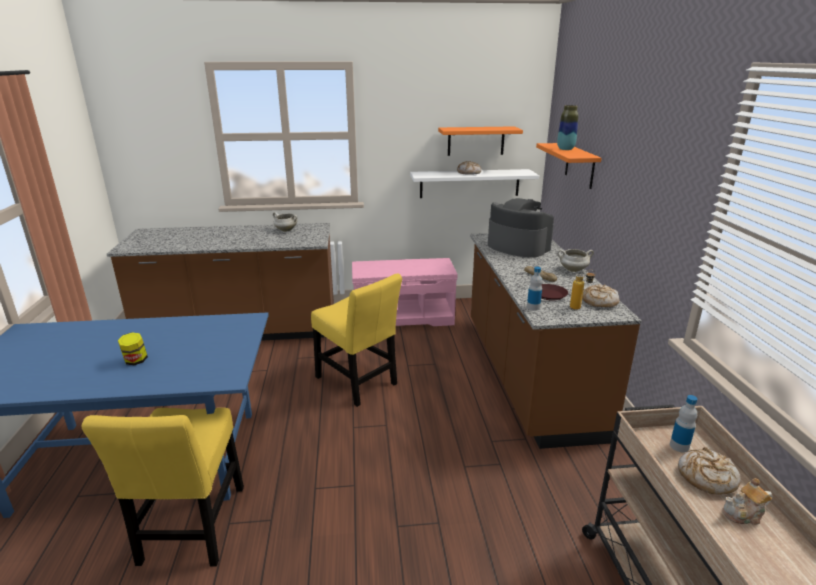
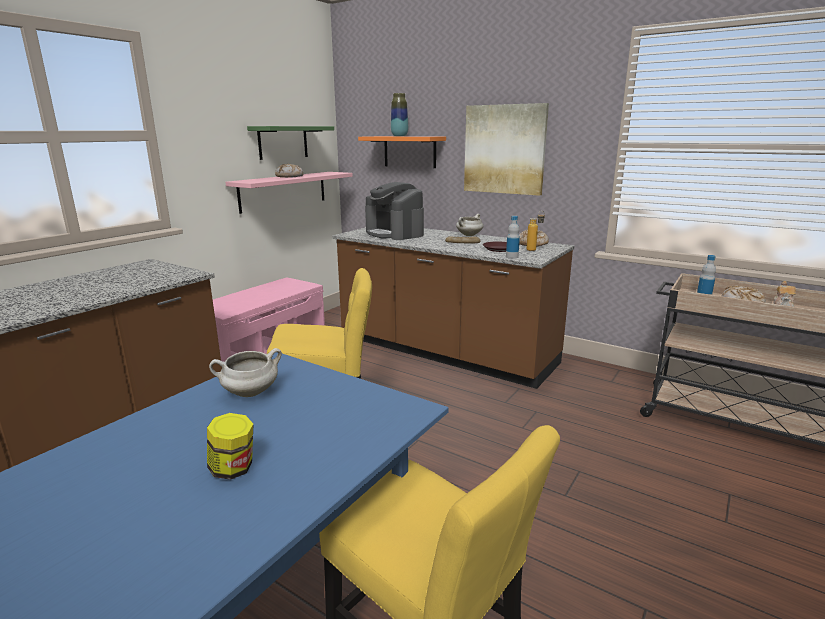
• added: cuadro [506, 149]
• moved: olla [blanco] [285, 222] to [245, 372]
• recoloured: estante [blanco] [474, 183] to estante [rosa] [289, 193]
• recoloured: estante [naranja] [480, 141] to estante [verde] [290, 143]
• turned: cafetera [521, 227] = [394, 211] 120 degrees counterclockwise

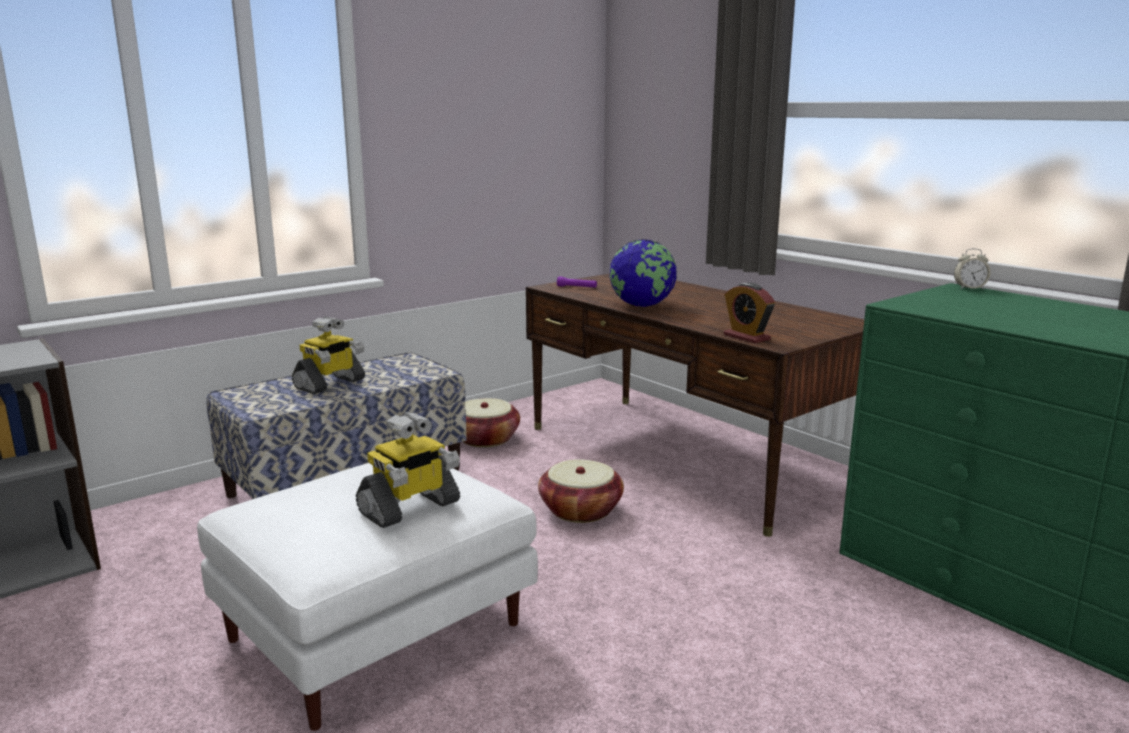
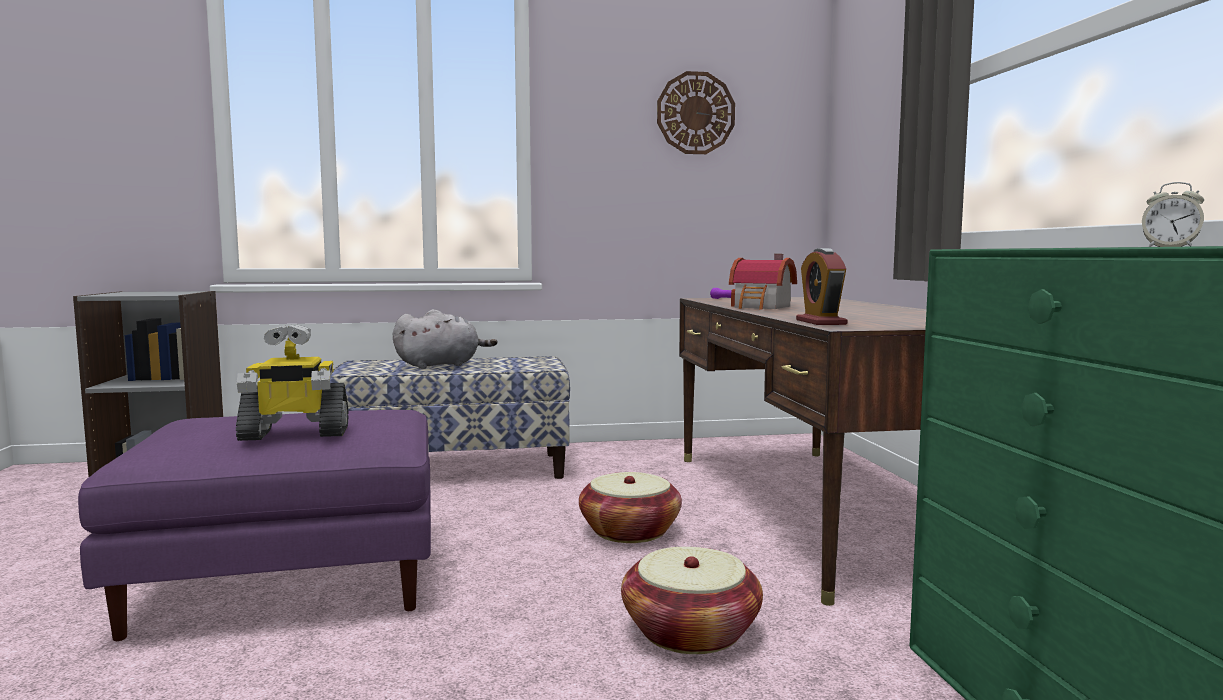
• added: reloj de pared [696, 112]
• moved: cesta [491, 422] to [692, 600]
• replaced: robot de juguete [328, 355] to peluche [gris] [445, 339]
• replaced: globo terráqueo [643, 273] to casita [763, 282]
• recoloured: puf [blanco] [367, 597] to puf [morado] [254, 525]

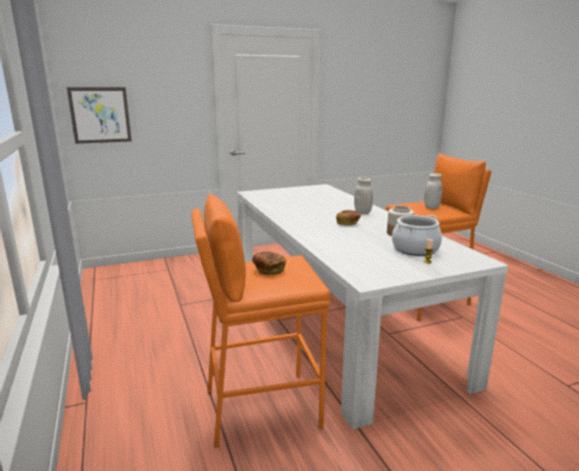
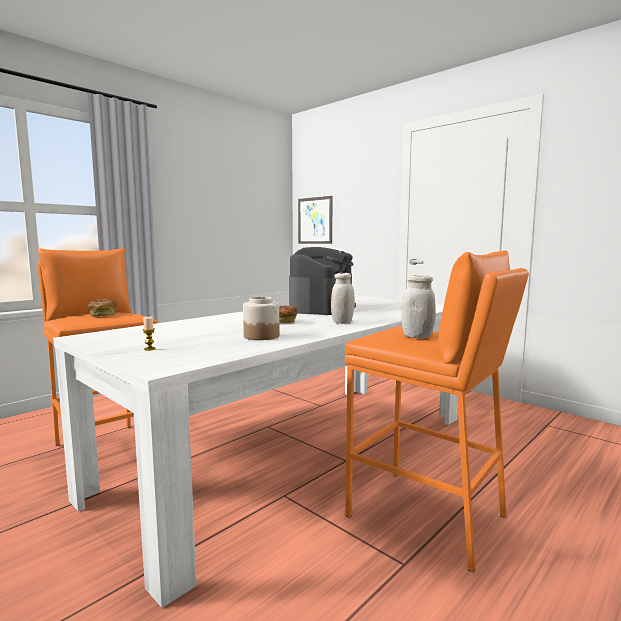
• removed: olla [417, 235]
• added: cafetera [322, 281]

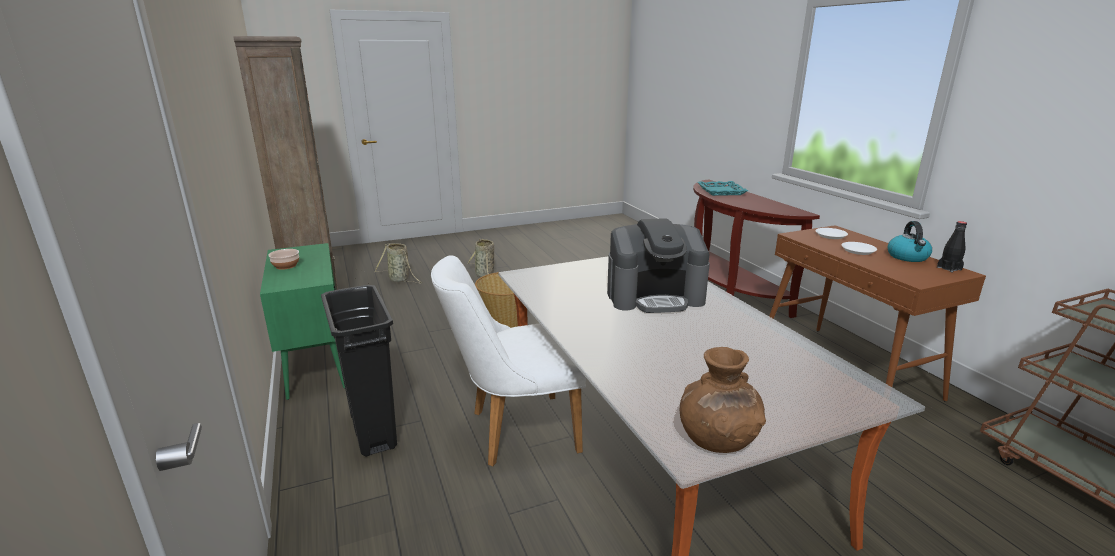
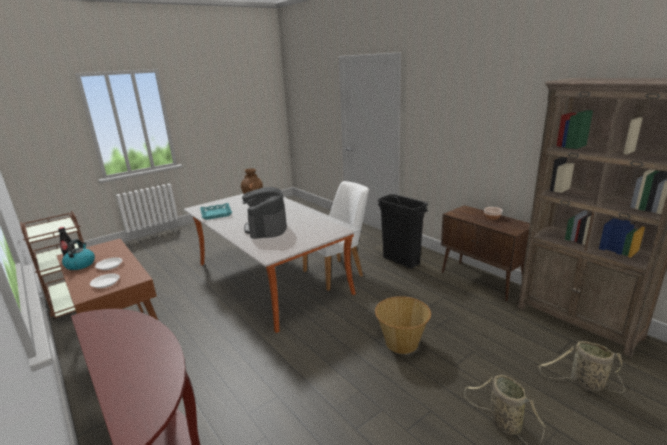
• moved: bandeja [turquesa] [723, 188] to [216, 211]
• recoloured: armario [verde] [302, 321] to armario [marrón] [485, 253]
• turned: cafetera [658, 265] = [264, 213] 75 degrees counterclockwise

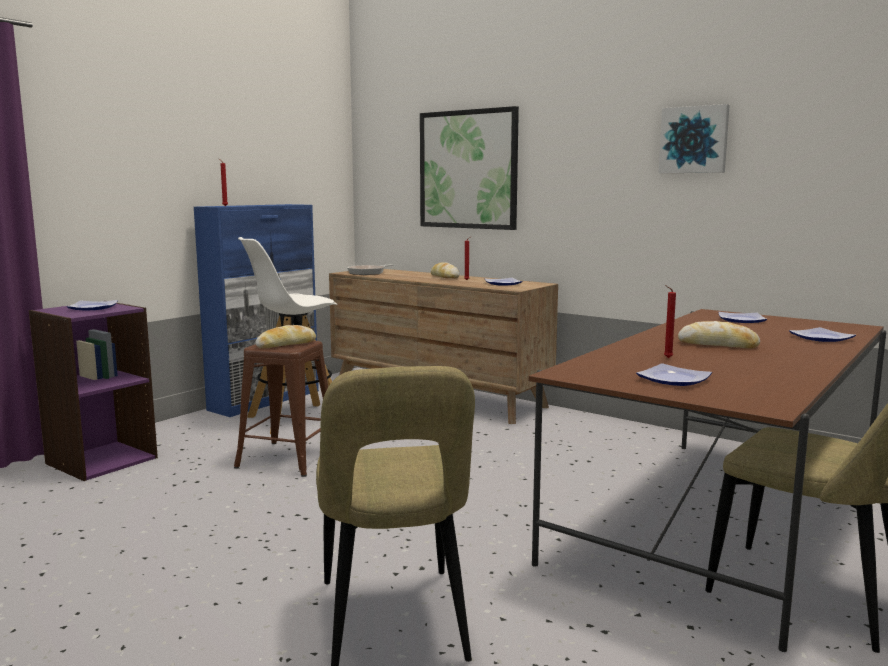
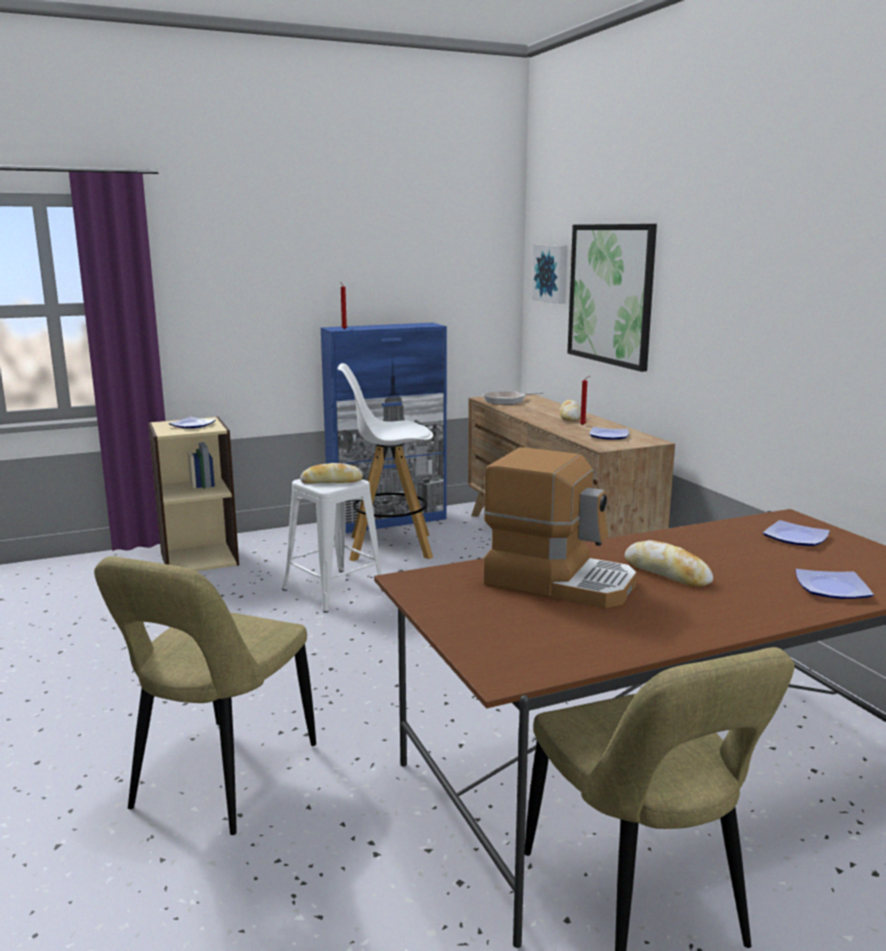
• removed: plato [674, 374]
• moved: cuadro [694, 138] to [550, 274]
• replaced: vela [rojo] [670, 321] to cafetera [560, 528]
• recoloured: estantería [morado] [93, 392] to estantería [beis] [193, 494]
• recoloured: taburete [marrón] [281, 409] to taburete [blanco] [332, 546]

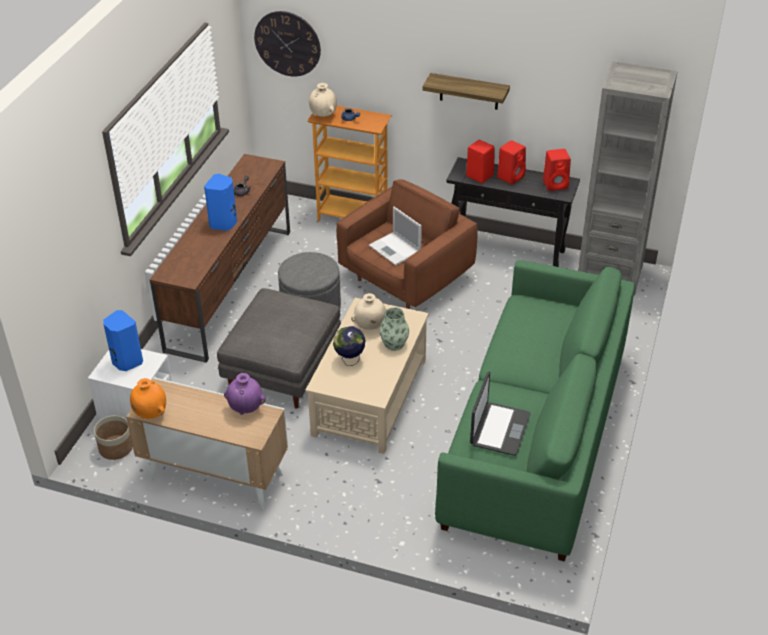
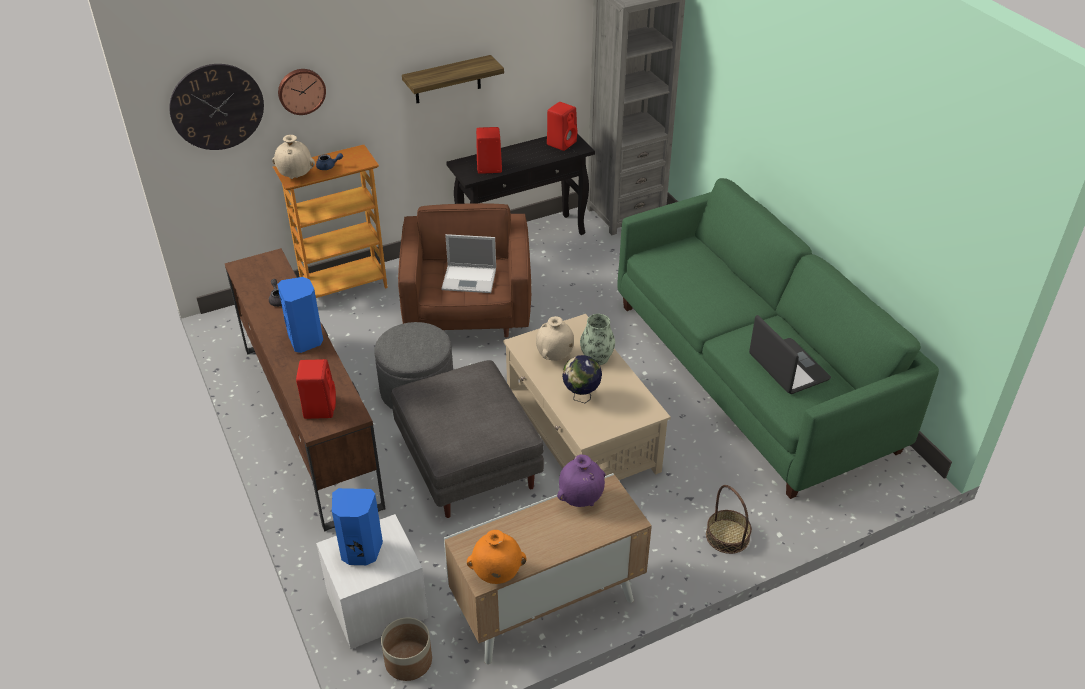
• added: reloj de pared [302, 92]
• added: cesta [729, 519]
• moved: altavoz [rojo] [511, 162] to [316, 389]

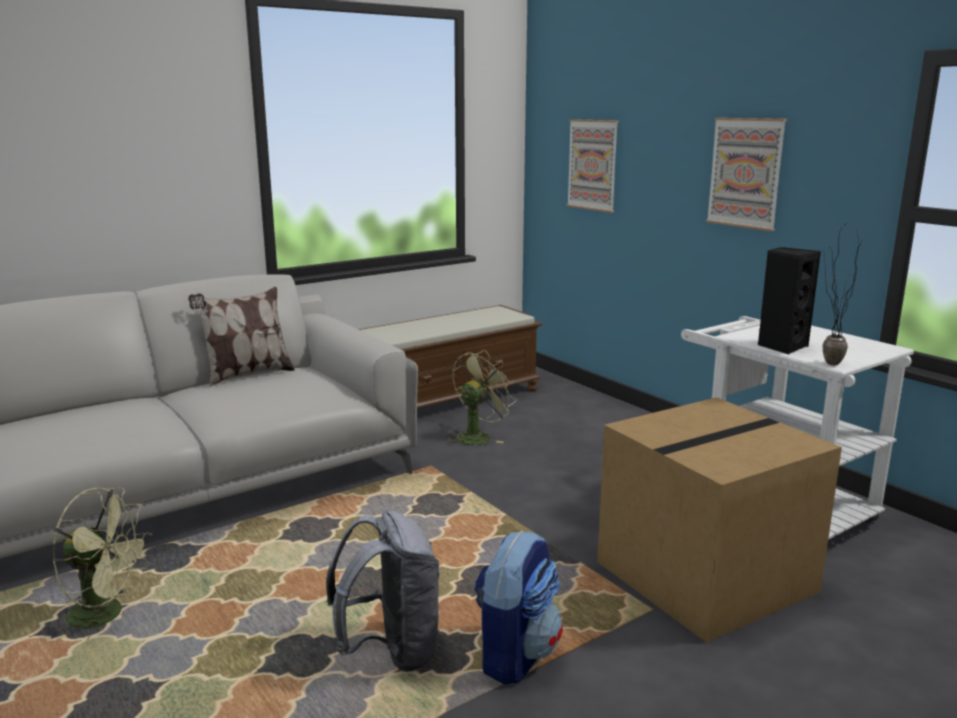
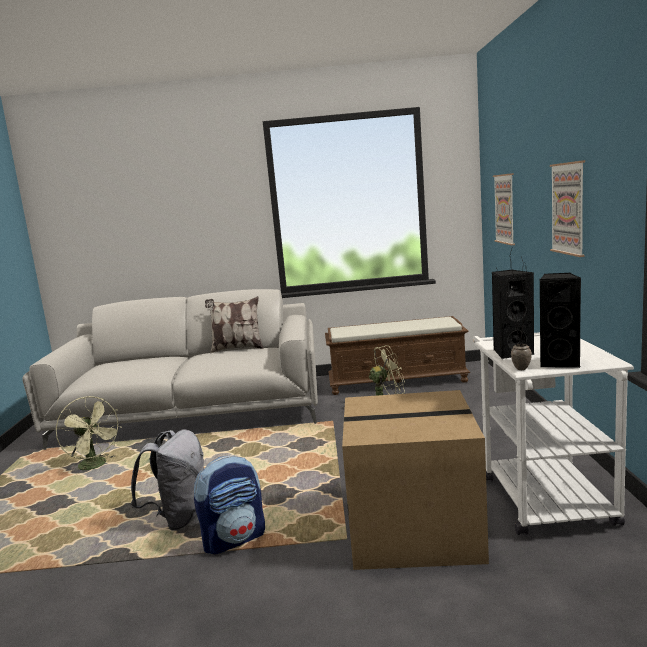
• added: altavoz [negro] [560, 320]

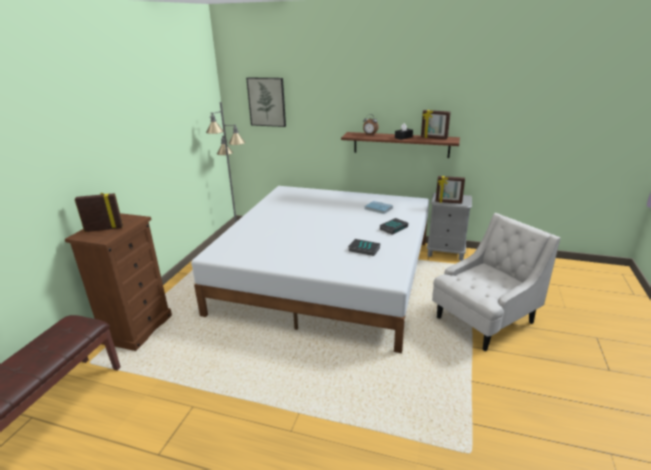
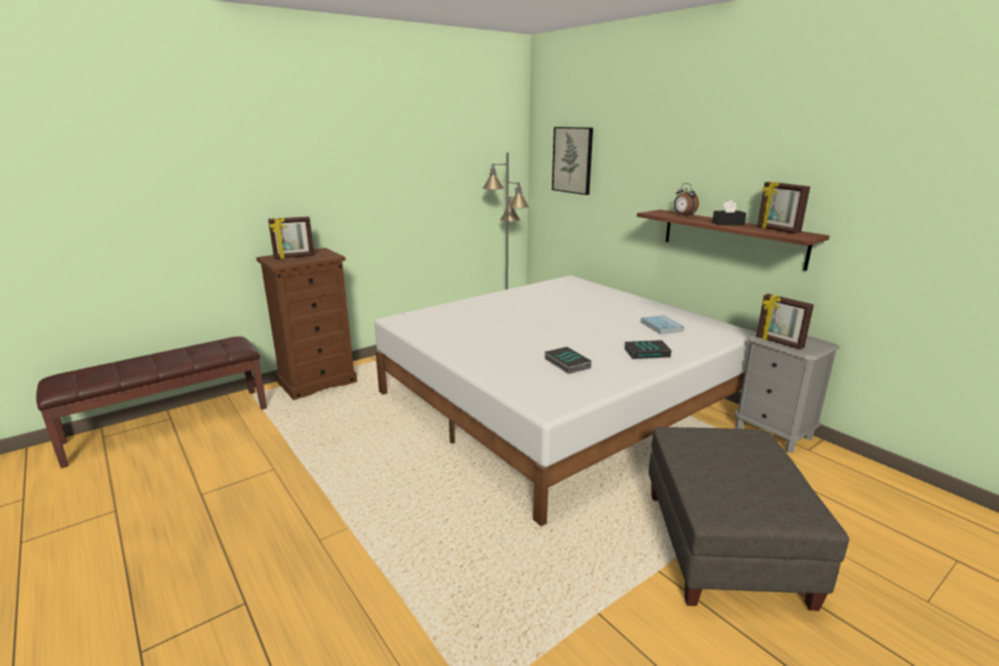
• replaced: sillón [blanco] [496, 282] to puf [gris] [749, 519]
• turned: portarretratos [99, 212] = [291, 237] 135 degrees clockwise

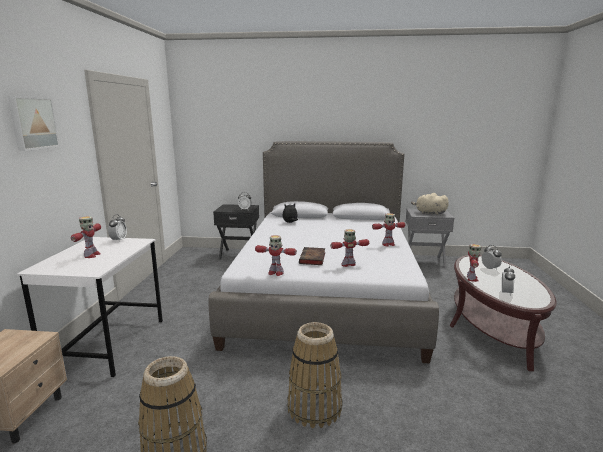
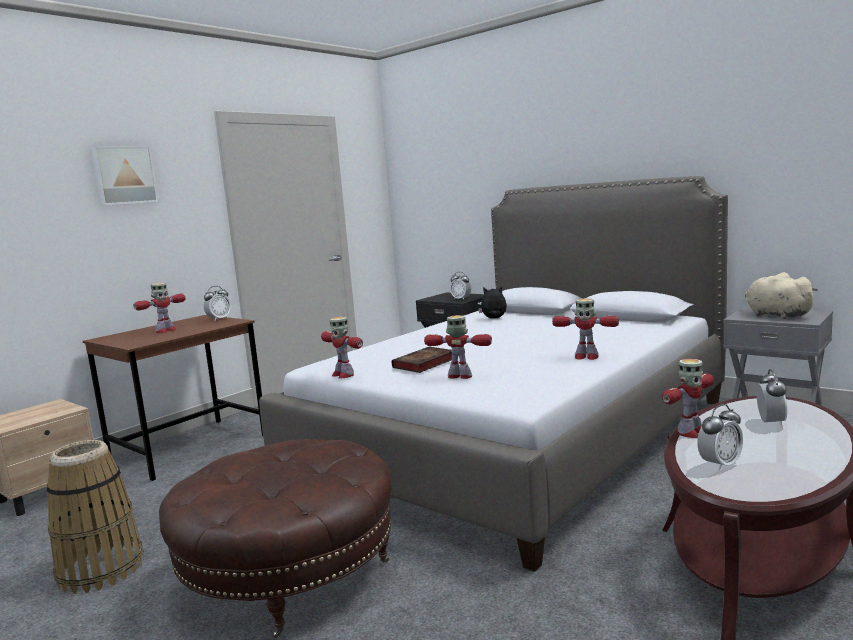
• replaced: cesta [315, 375] to puf [marrón] [275, 538]
• recoloured: escritorio [blanco] [90, 307] to escritorio [marrón] [173, 398]

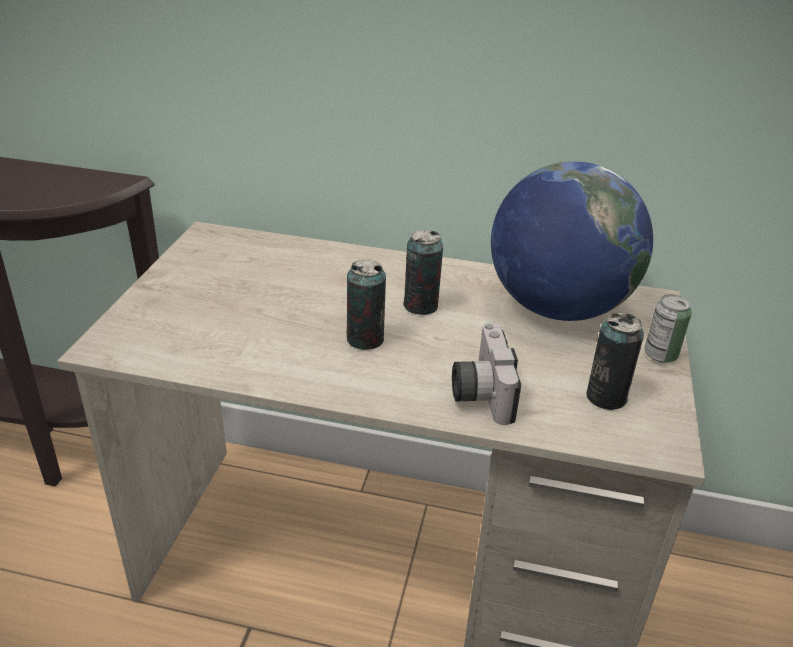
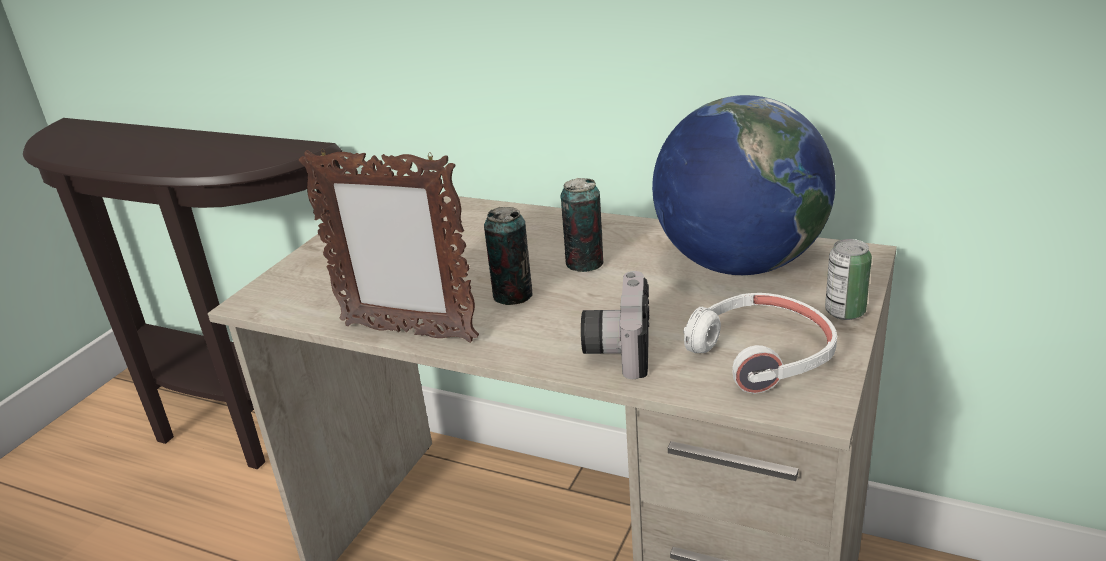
• added: portarretratos [389, 245]
• replaced: lata [615, 361] to auriculares [blanco] [760, 343]

